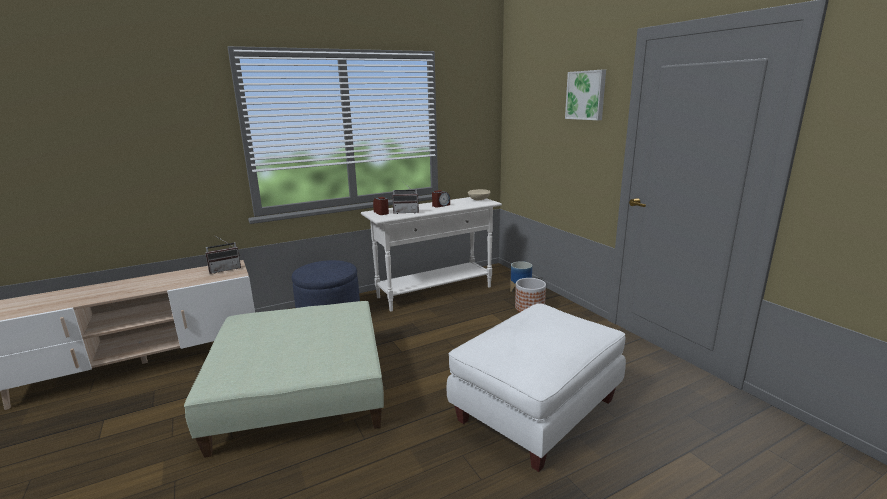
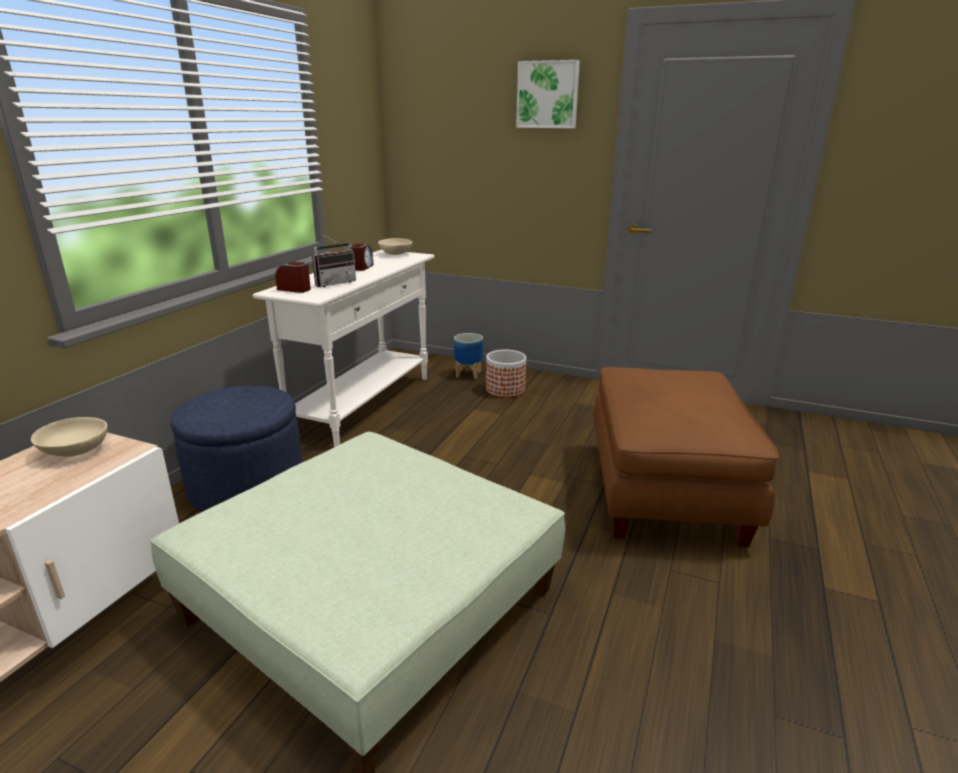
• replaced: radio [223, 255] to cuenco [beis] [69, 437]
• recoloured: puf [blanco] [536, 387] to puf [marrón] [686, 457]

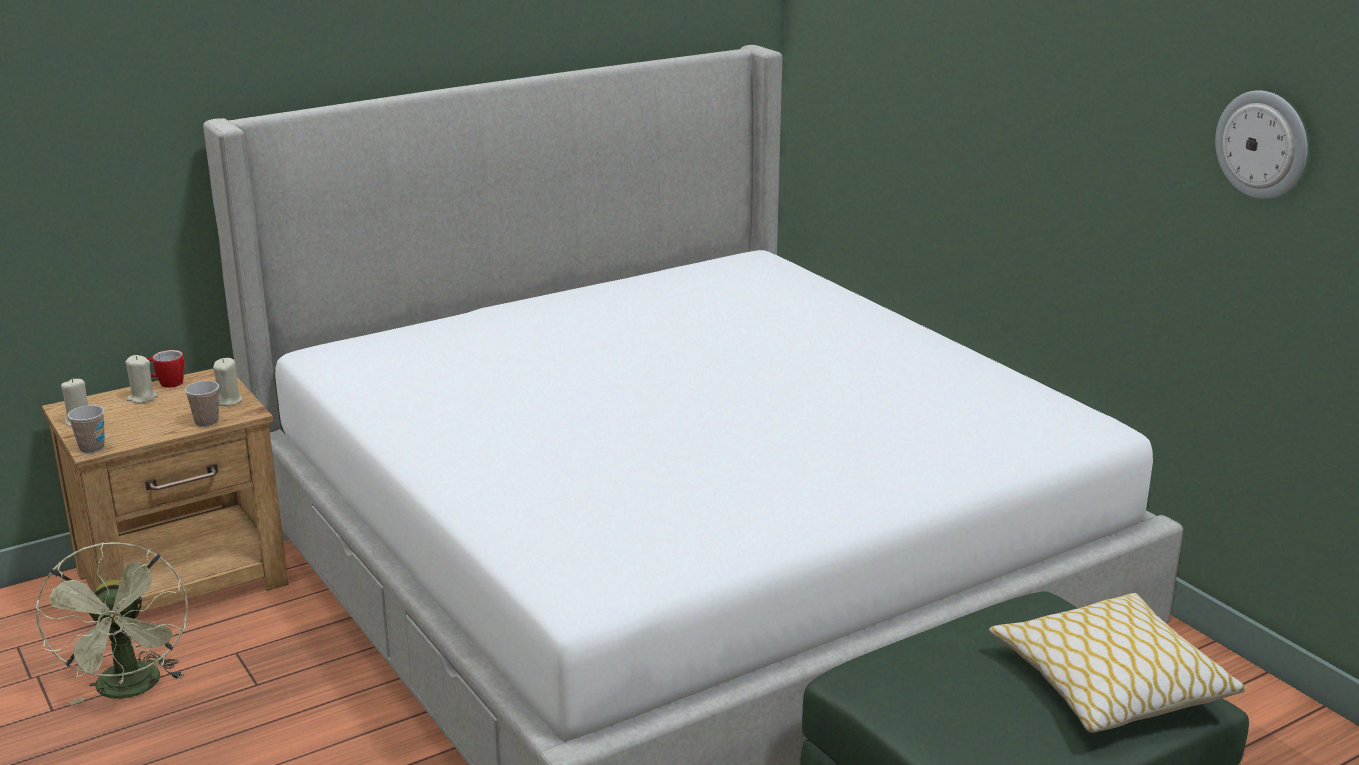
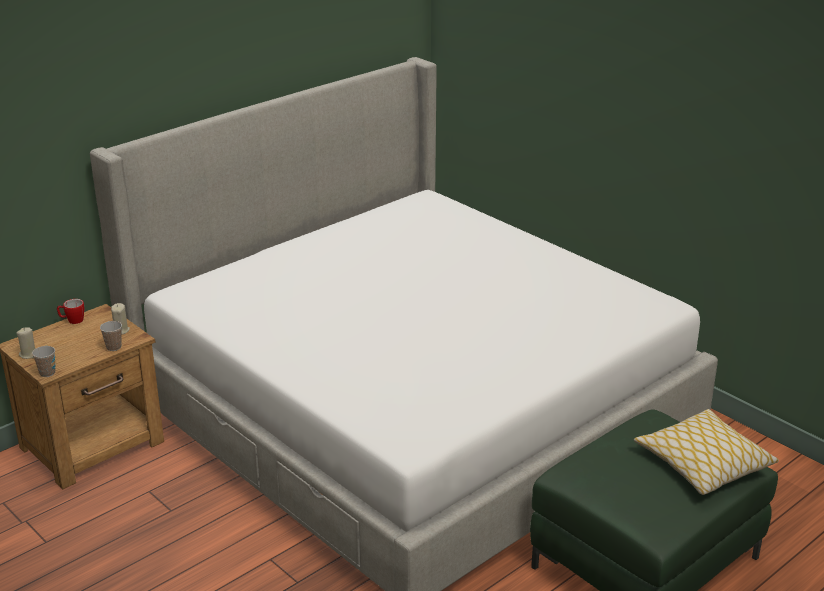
• removed: ventilador [verde] [111, 623]
• removed: vela [beis] [142, 379]
• removed: reloj de pared [1261, 144]

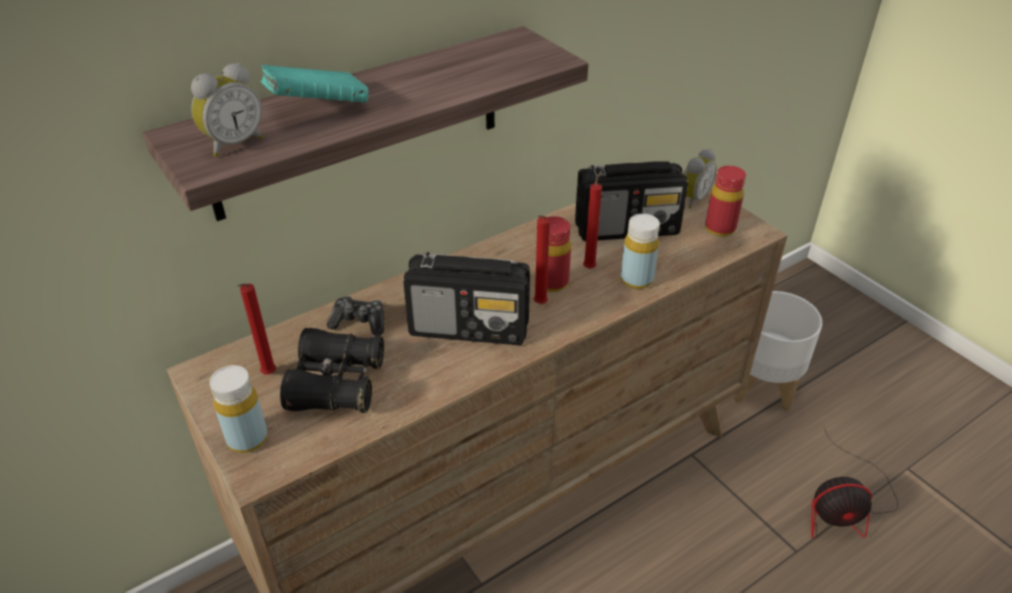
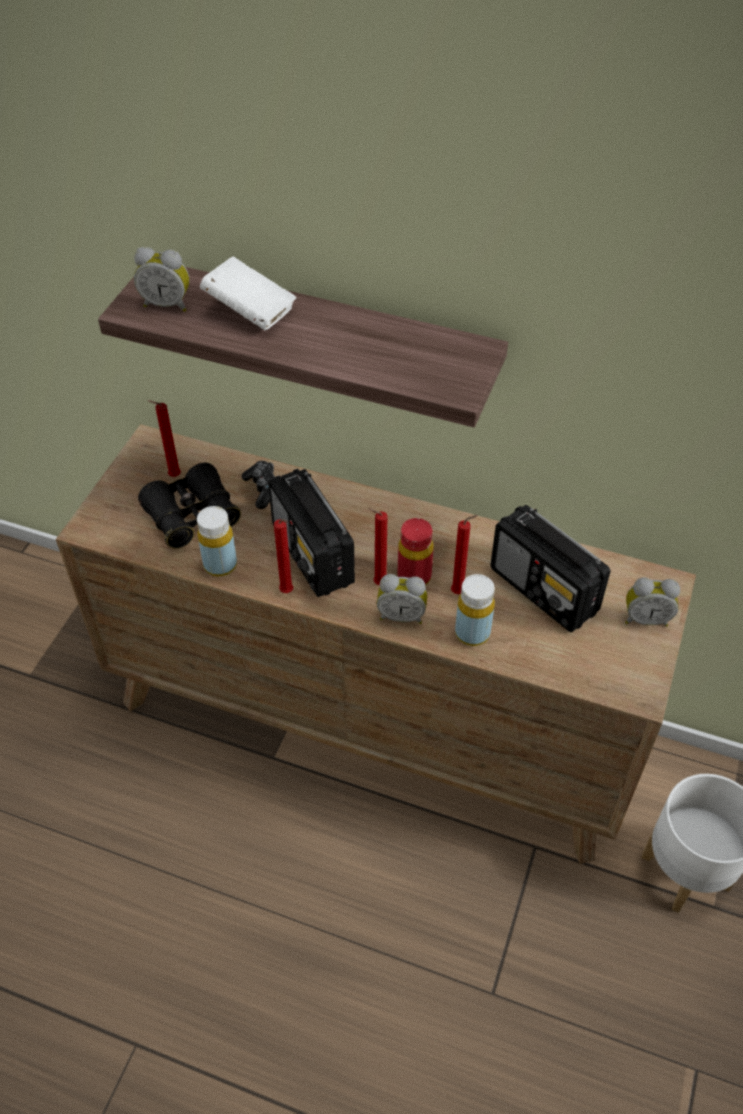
• removed: botella [rojo] [725, 201]
• removed: ventilador [854, 483]
• added: vela [rojo] [283, 556]
• added: despertador [402, 599]
• moved: botella [amarillo] [239, 409] to [217, 541]
• recoloured: libro [turquesa] [314, 83] to libro [blanco] [248, 293]

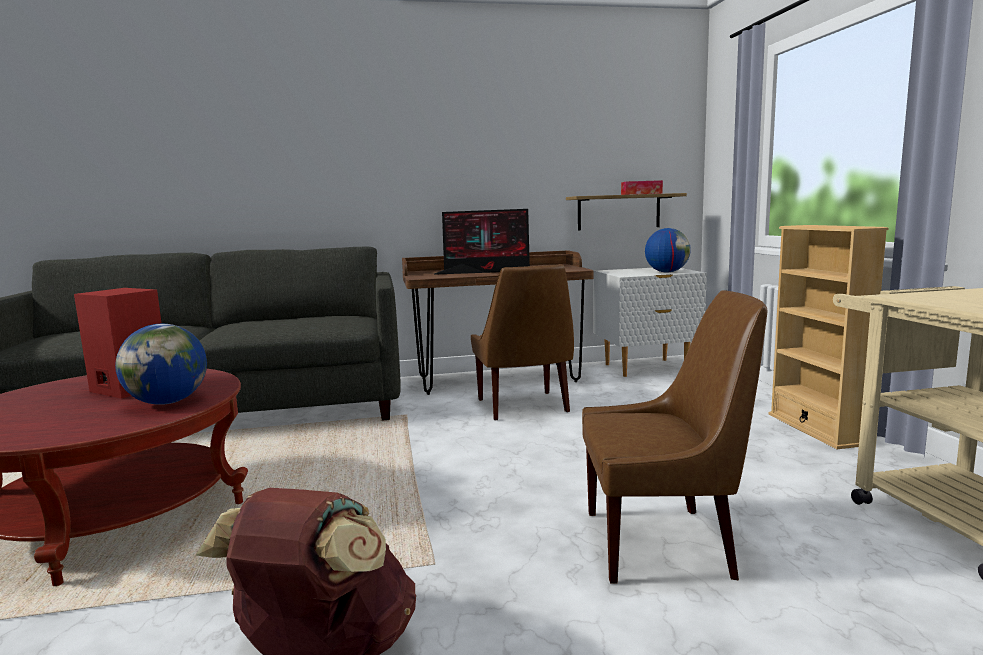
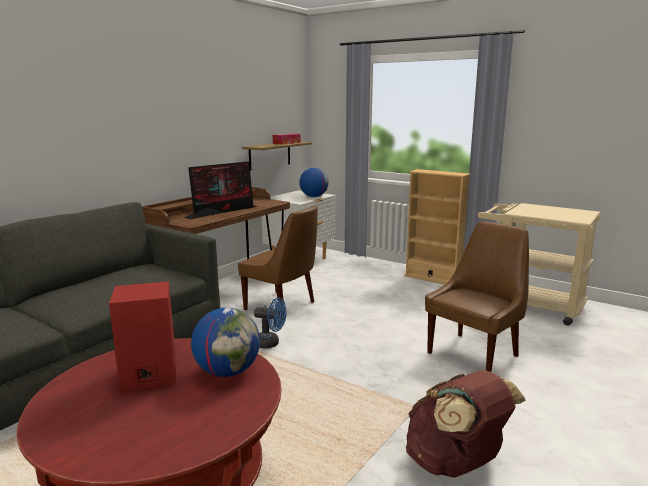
• added: ventilador [azul] [270, 323]

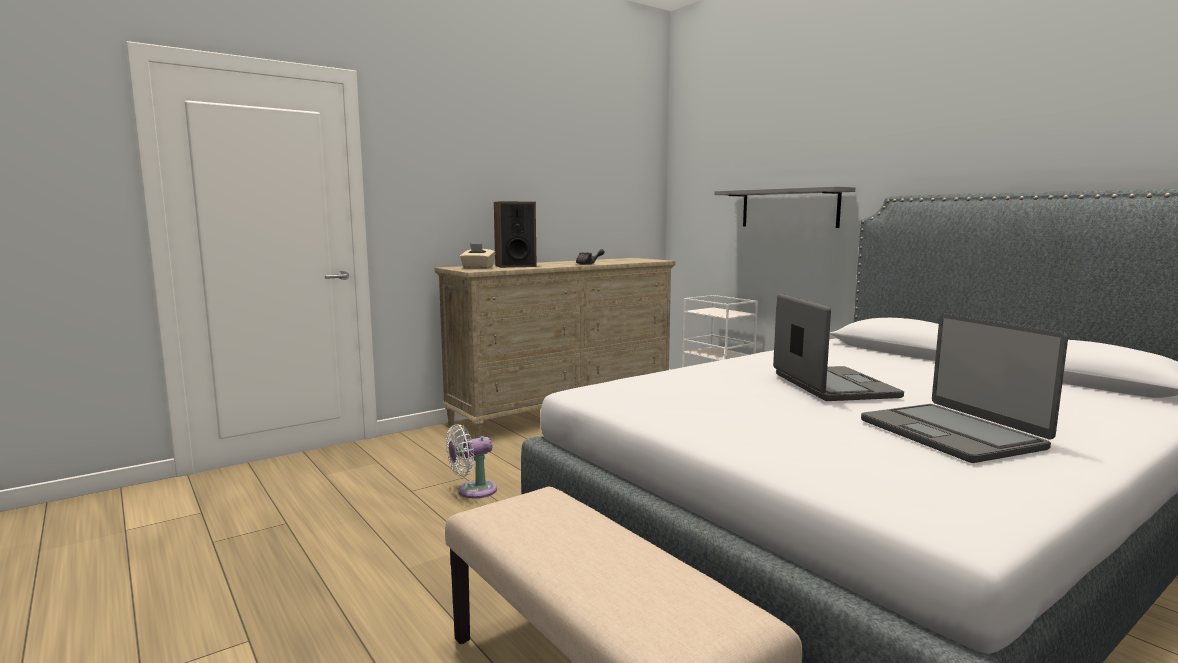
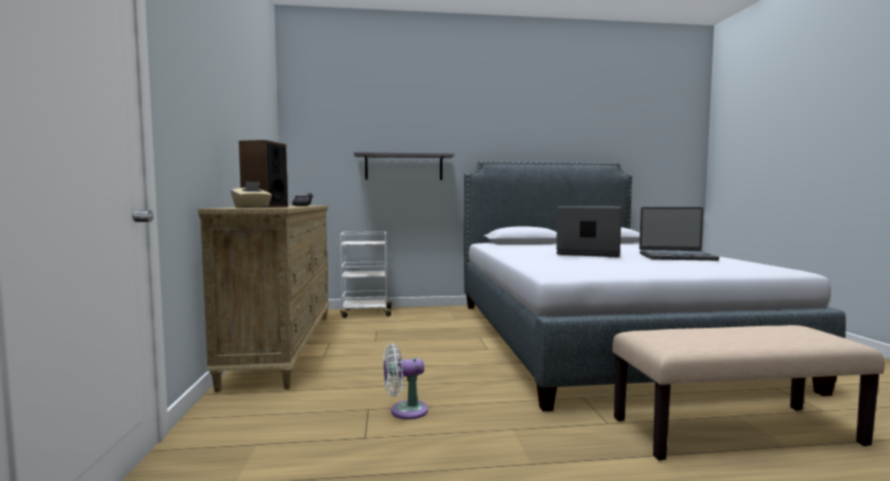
• turned: ventilador [blanco] [471, 461] = [405, 382] 75 degrees clockwise

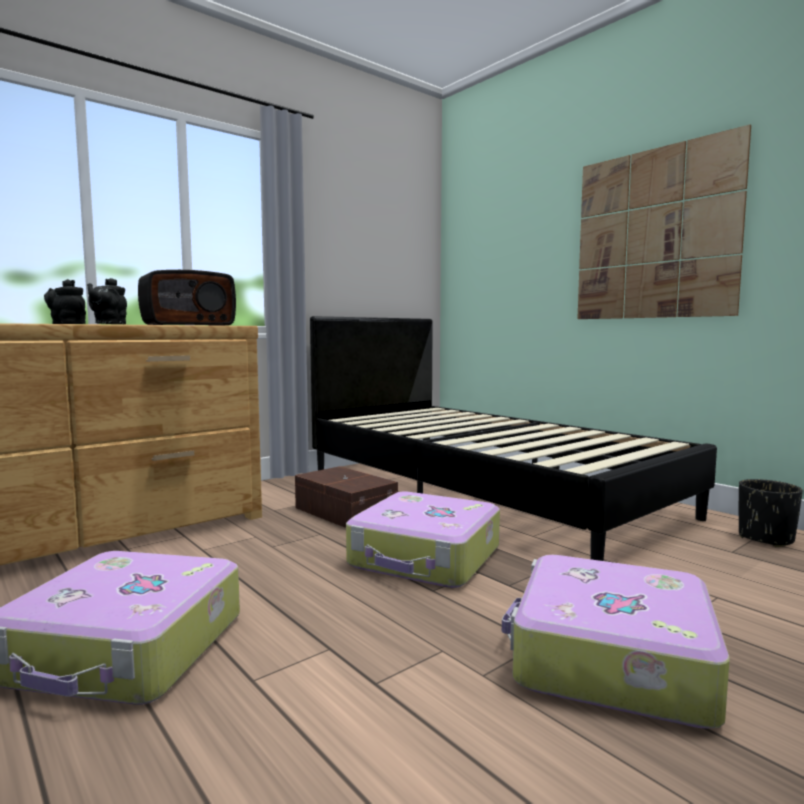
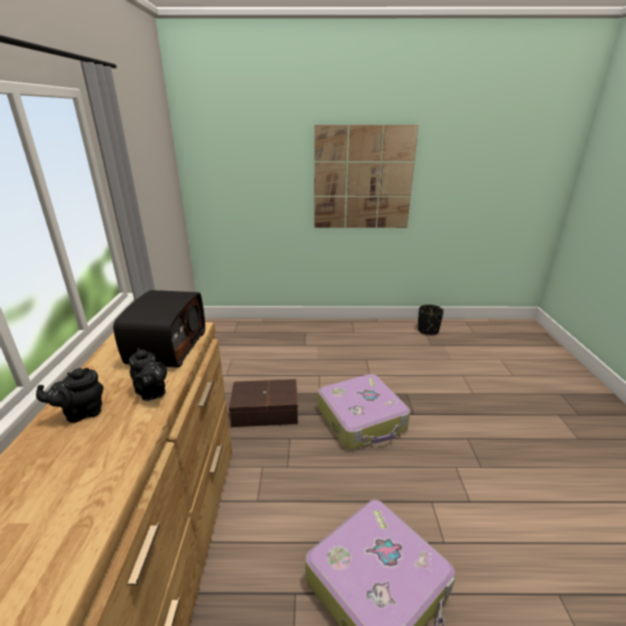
• removed: cama [negro] [513, 438]
• removed: maleta [616, 641]

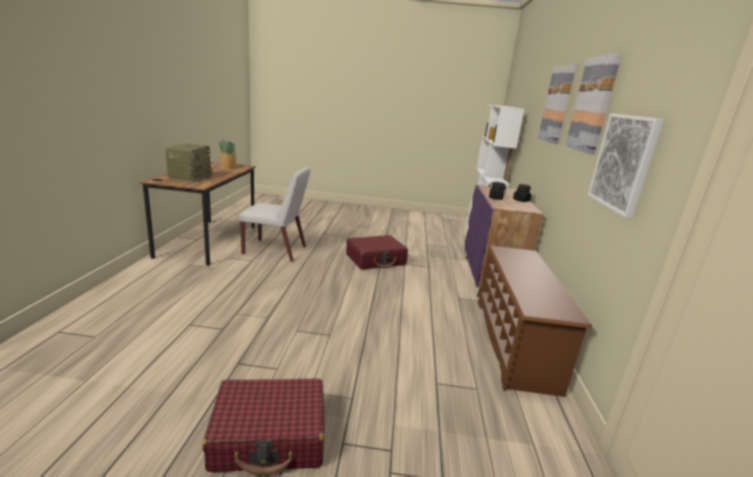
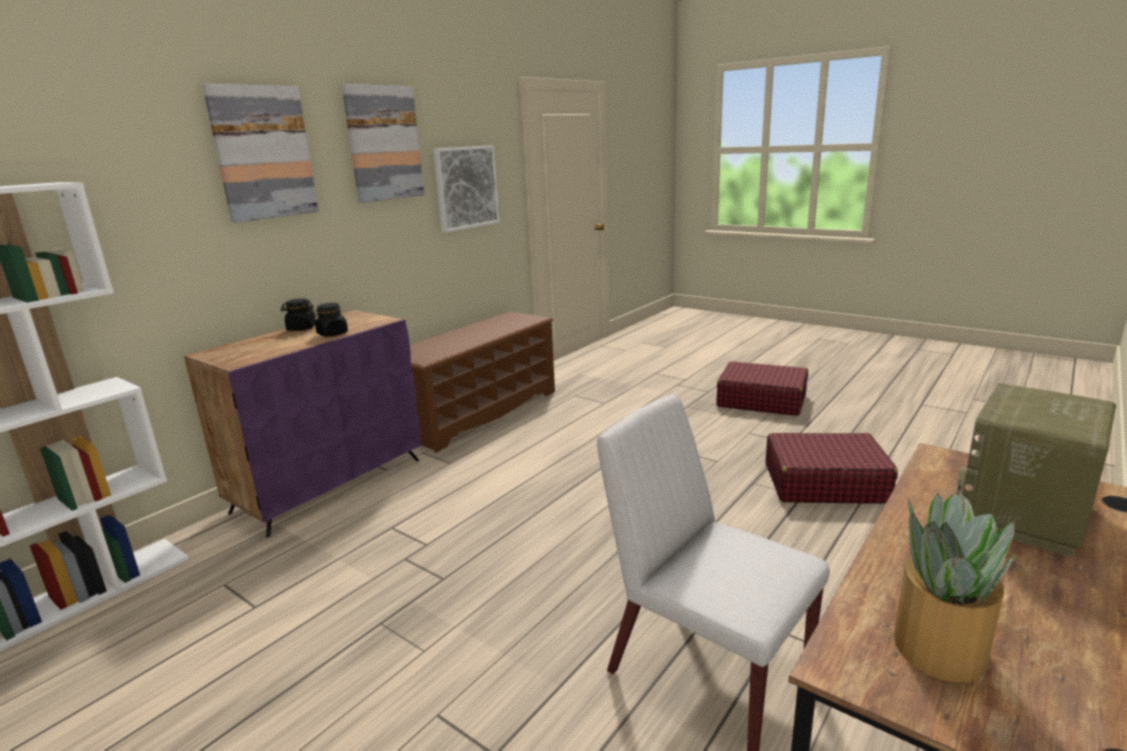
• moved: maleta [rojo] [377, 252] to [832, 468]

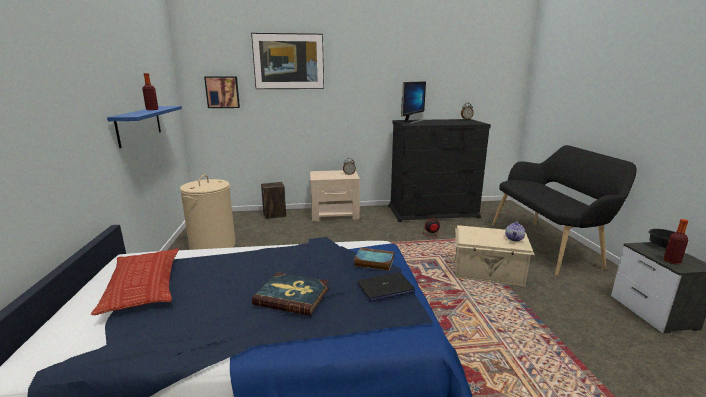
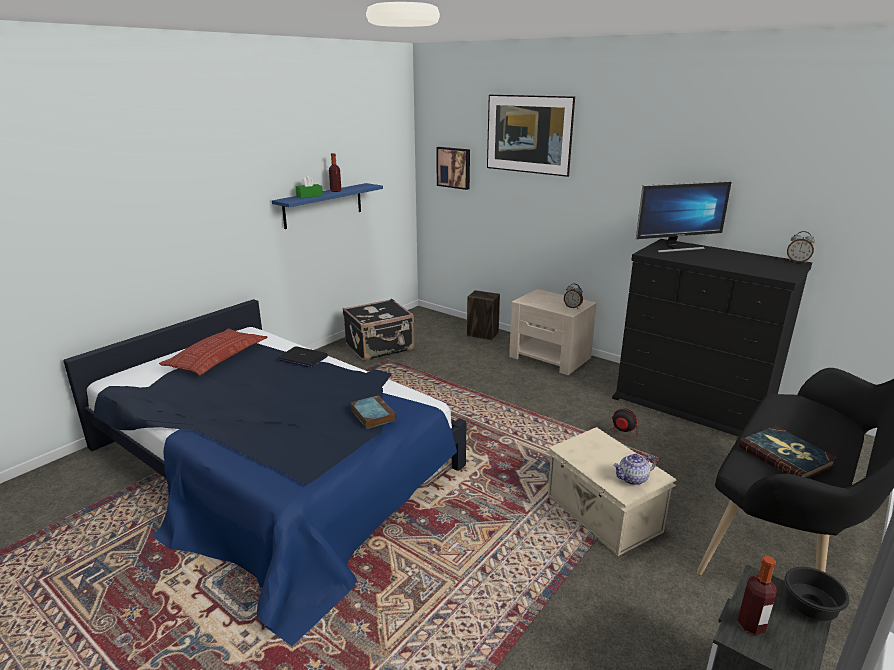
• added: caja de pañuelos [verde] [309, 187]
• moved: libro [290, 294] to [788, 452]
• moved: portátil [386, 286] to [302, 357]
• replaced: cesto de la ropa [beis] [208, 212] to maleta [negro] [378, 330]

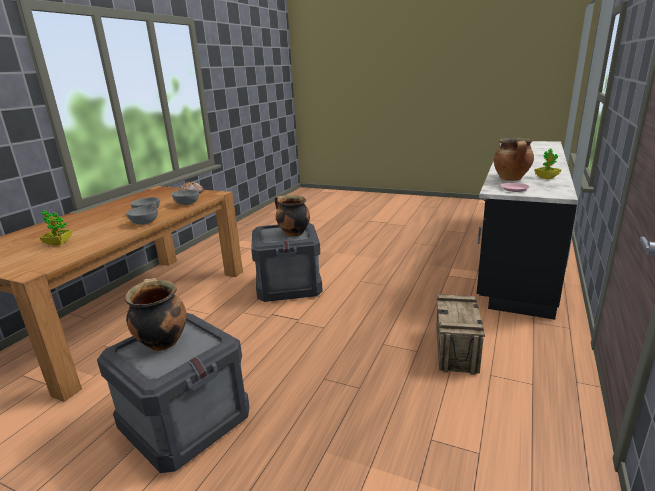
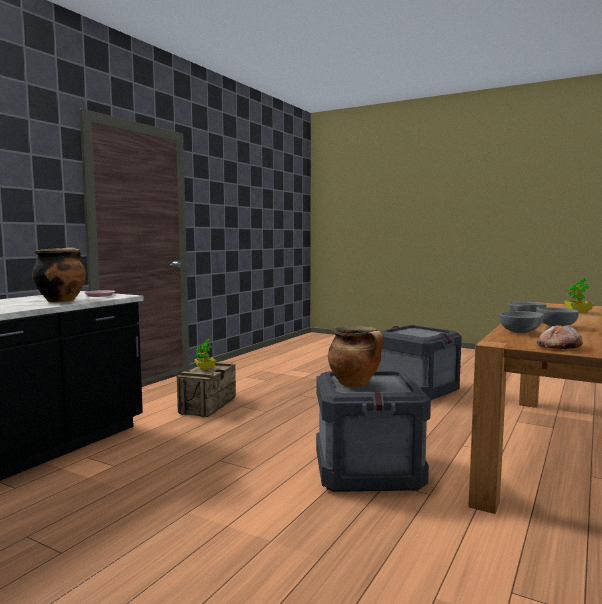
• removed: olla [155, 314]
• moved: planta en maceta [547, 164] to [206, 354]

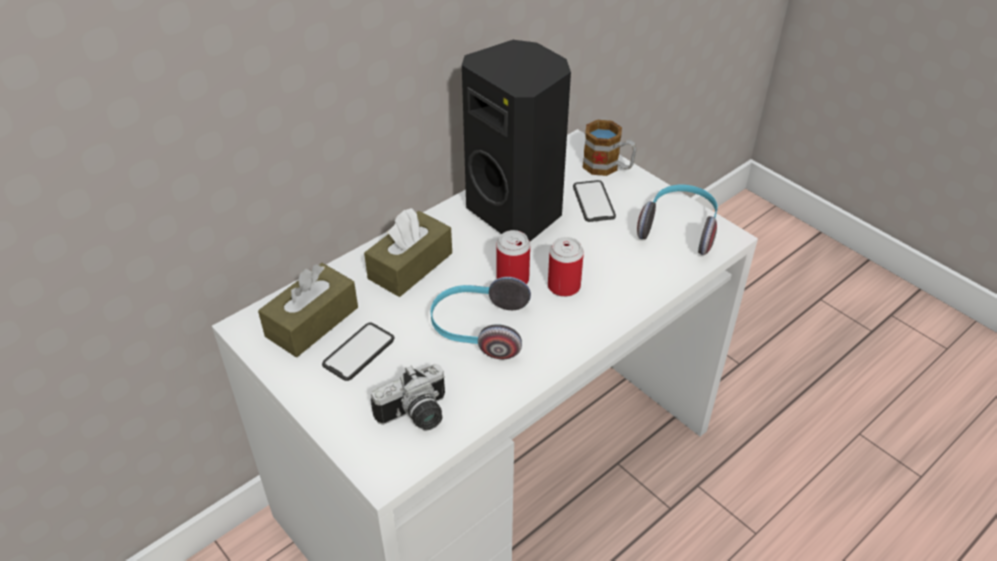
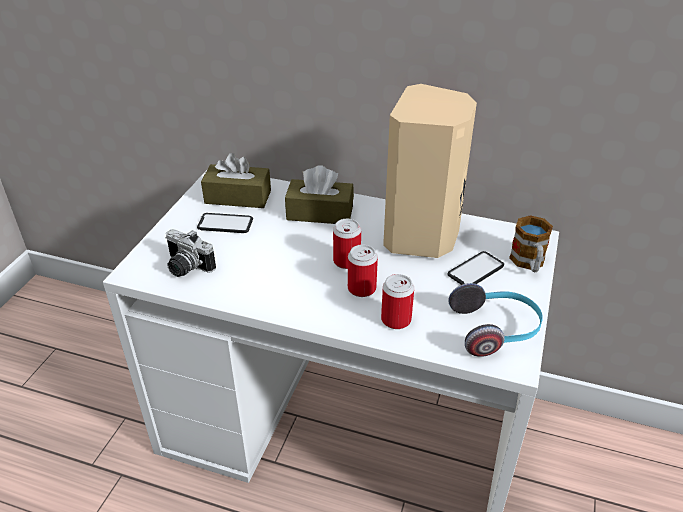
• removed: auriculares [480, 318]
• added: lata [397, 301]
• recoloured: altavoz [negro] [516, 140] to altavoz [beis] [430, 171]

